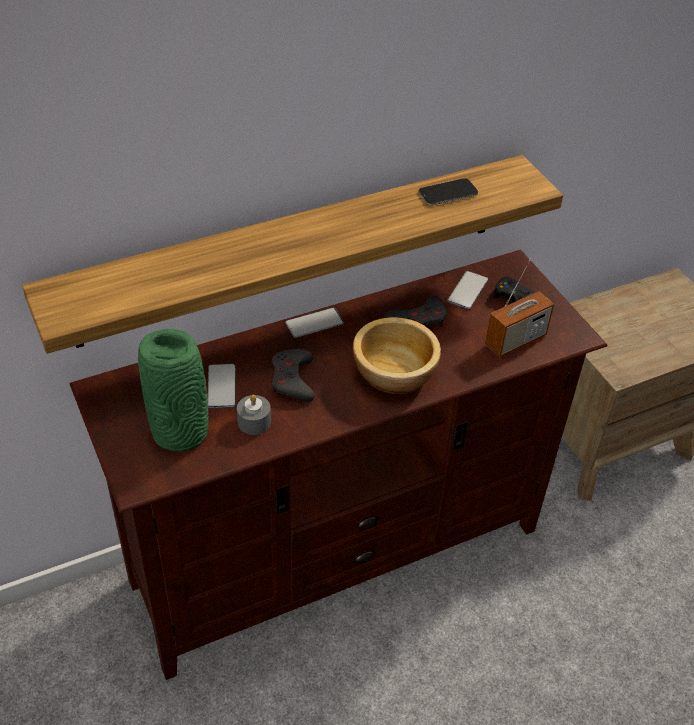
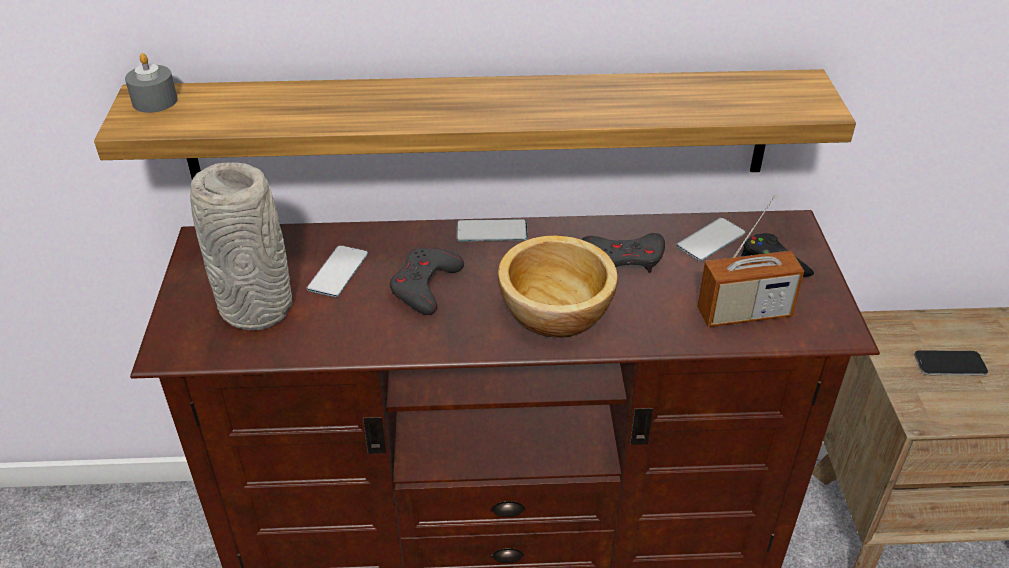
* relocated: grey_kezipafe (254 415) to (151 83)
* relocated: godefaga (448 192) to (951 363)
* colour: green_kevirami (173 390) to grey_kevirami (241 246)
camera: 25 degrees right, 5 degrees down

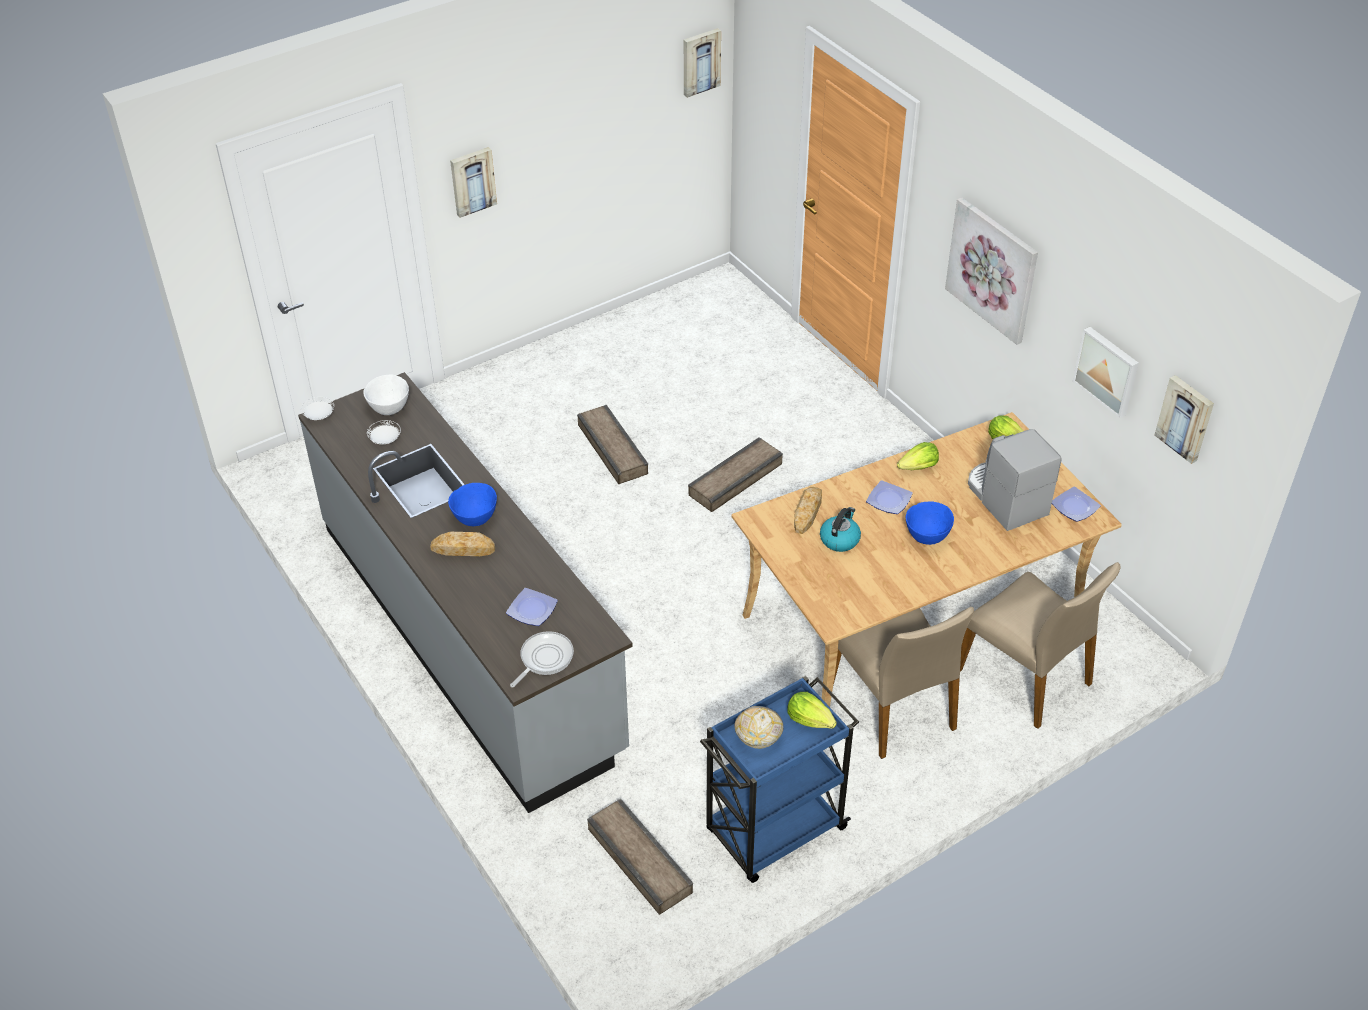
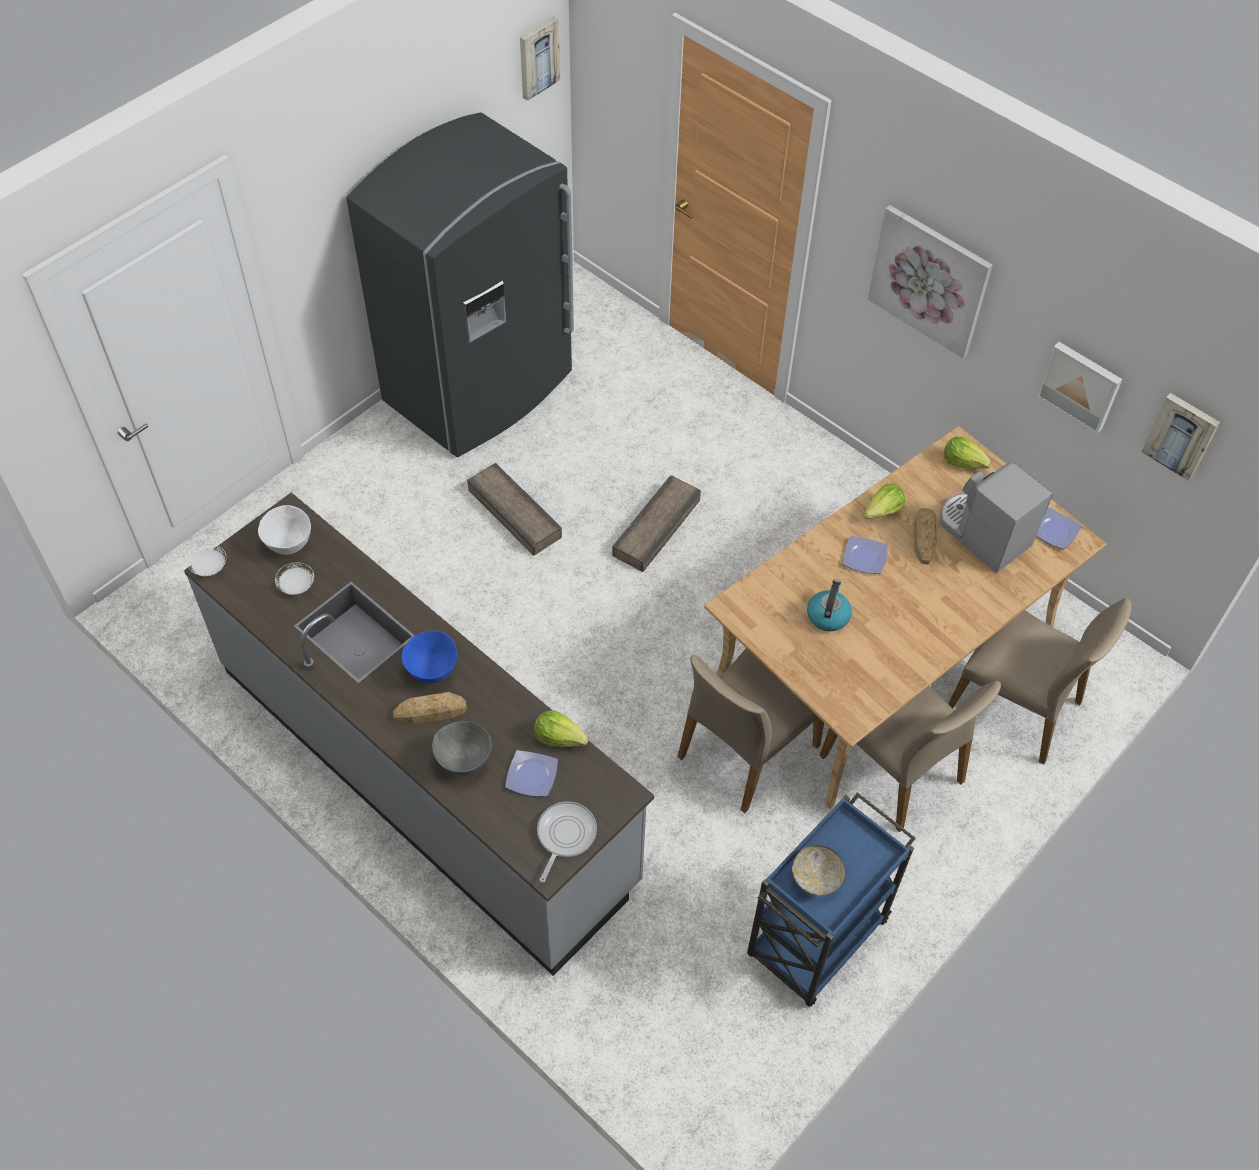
* missing: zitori (473 182)
* missing: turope (640 857)
* missing: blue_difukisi (930 523)
* appeared: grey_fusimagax (460 284)
* appeared: grey_difukisi (462 748)
* appeared: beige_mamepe (751 730)
* relocated: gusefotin (812 710) to (561 729)
* relocated: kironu (808 510) to (925 536)
camera: 15 degrees left, 10 degrees up

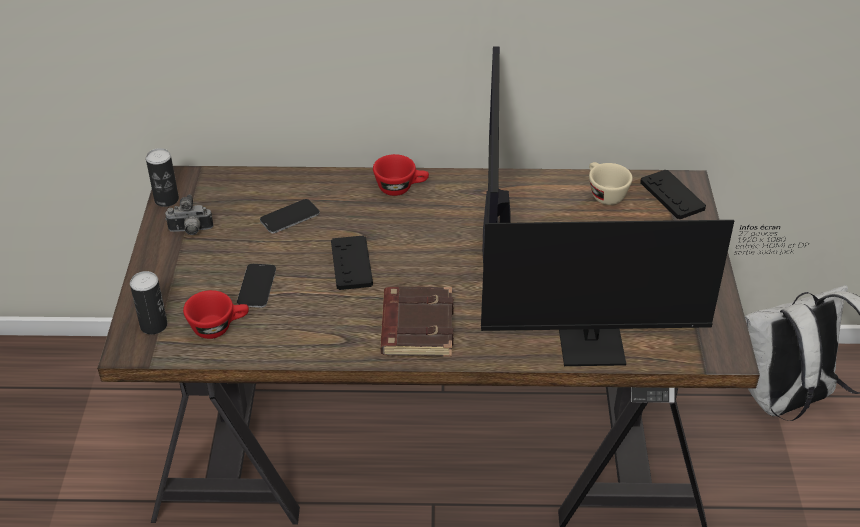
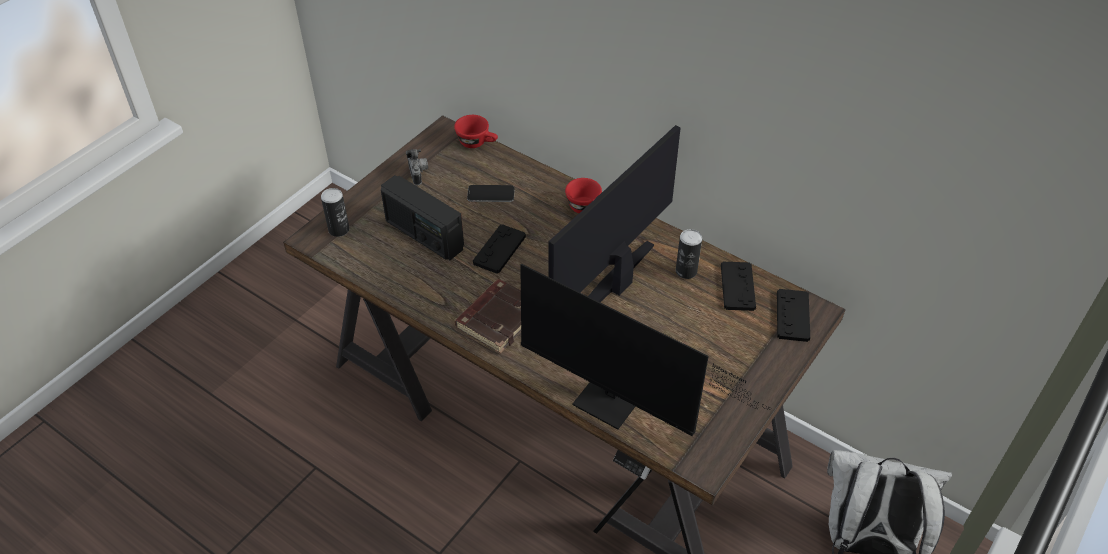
* relocated: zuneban (162 177) to (689 254)
* relocated: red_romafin (216 314) to (476 131)
* exchanged: godefaga (256 286) to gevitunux (422 217)
* exchanged: beige_romafin (611 183) to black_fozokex (738 286)
* spun: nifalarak (189 215) = (417 167) 135 degrees counterclockwise
camera: 35 degrees right, 5 degrees up

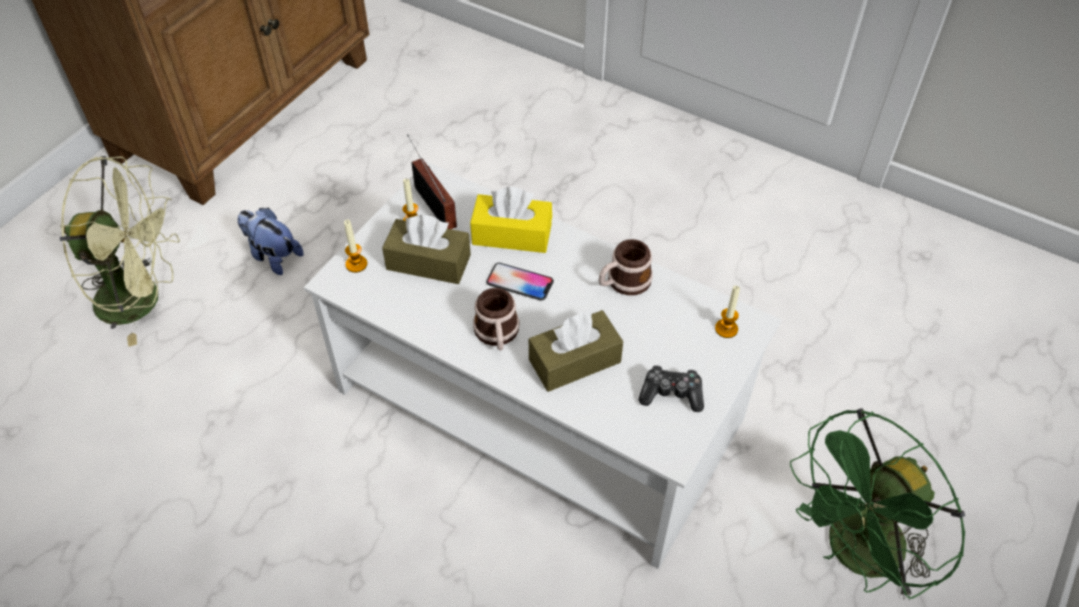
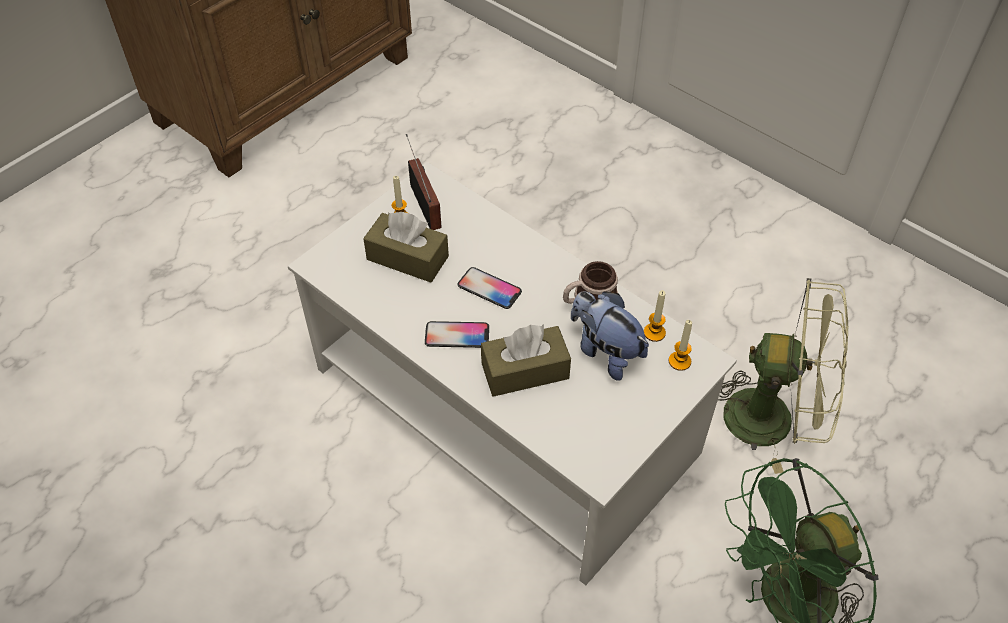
* missing: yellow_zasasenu (511 220)
* missing: fozokex (671 388)
* relocated: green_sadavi (120 251) to (783 376)
* relocated: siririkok (270 241) to (610 336)
* relocated: kezipafe (355 246) to (655 316)
* exchanged: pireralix (496 319) to godefaga (457 334)
camera: 10 degrees right, 0 degrees up

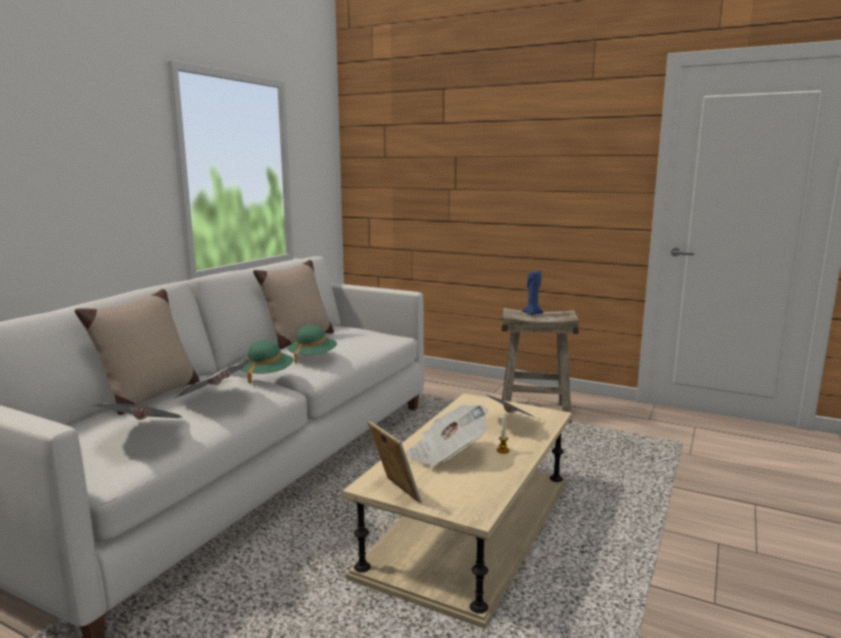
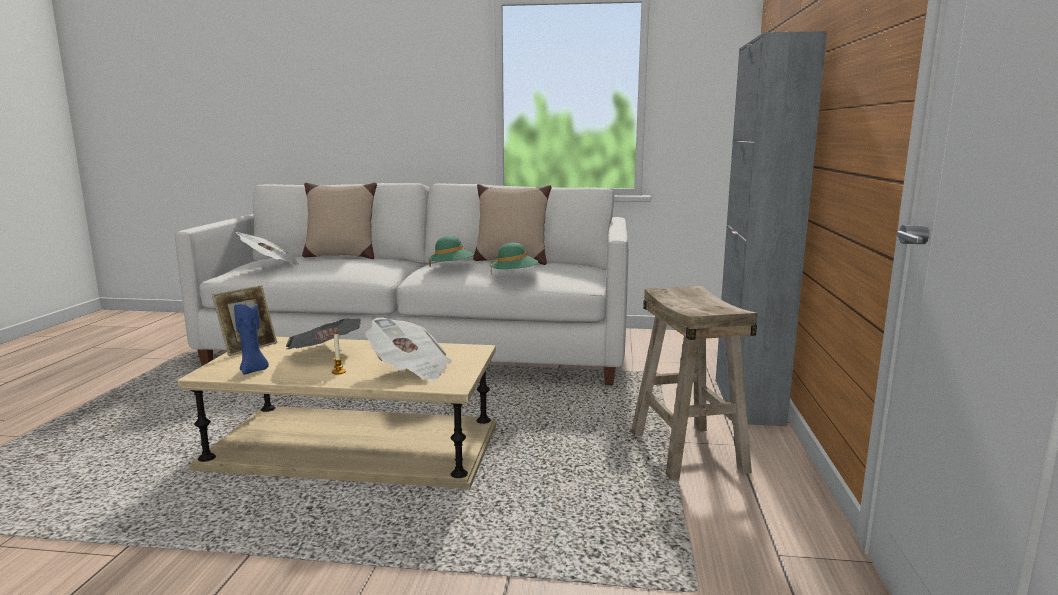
* missing: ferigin (214 378)
* appeared: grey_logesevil (771 228)
* relocated: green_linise (267 362) to (514 258)
* relocated: blue_kezipafe (533 292) to (251 337)
camera: 70 degrees right, 0 degrees up

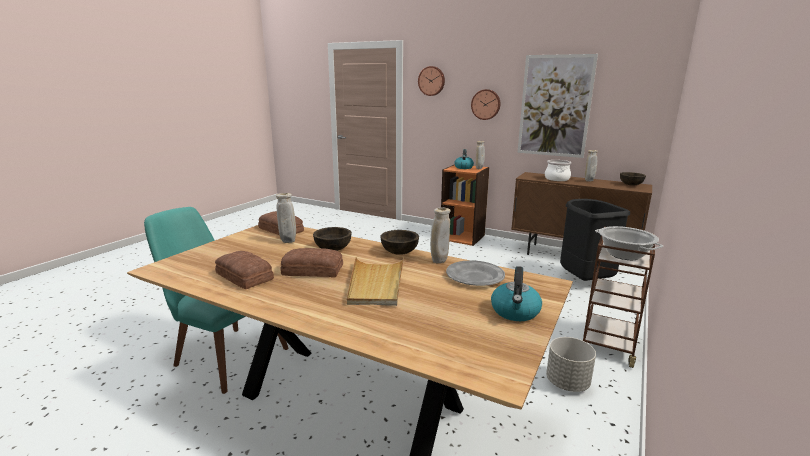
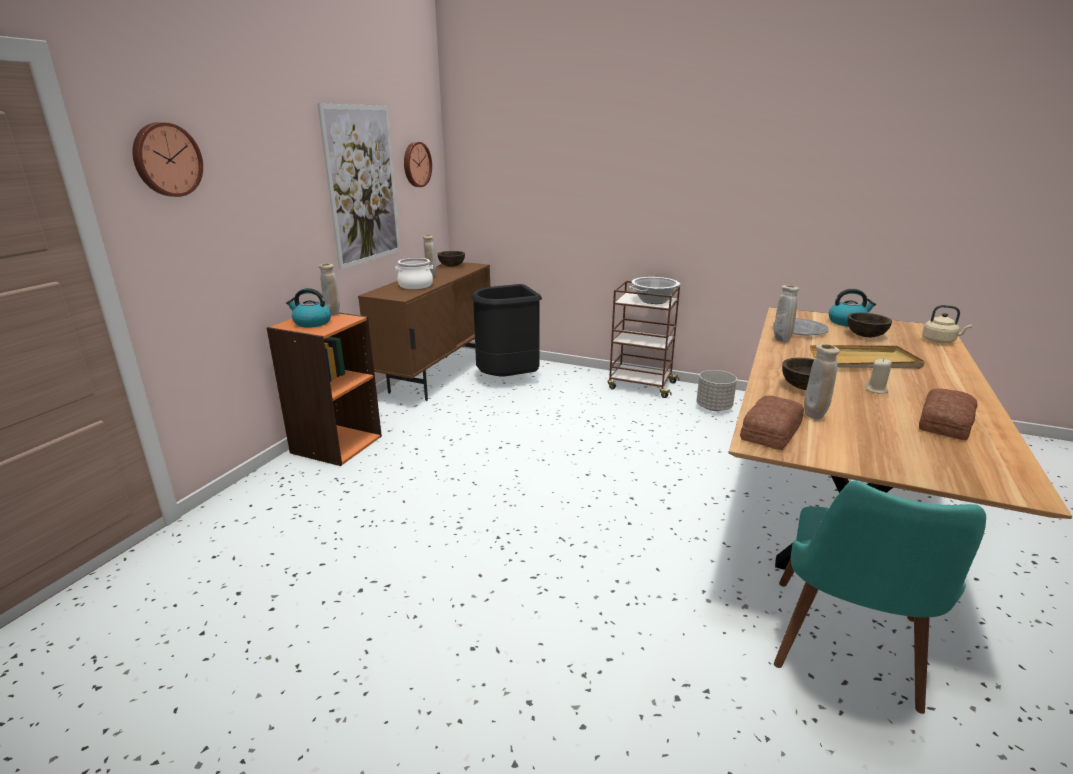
* appeared: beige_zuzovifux (947 324)
* relocated: brown_difukisi (399 242) to (869 325)
* relocated: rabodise (486 104) to (418 164)
* exchanged: kironu (311 263) to beige_kezipafe (878 376)
camera: 95 degrees left, 5 degrees up

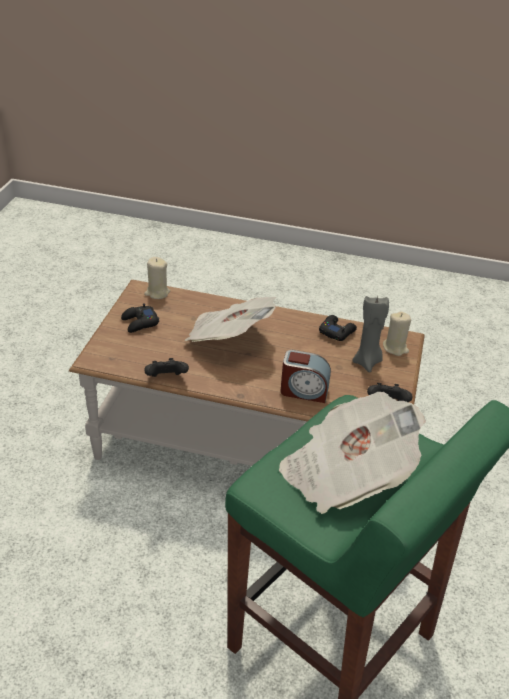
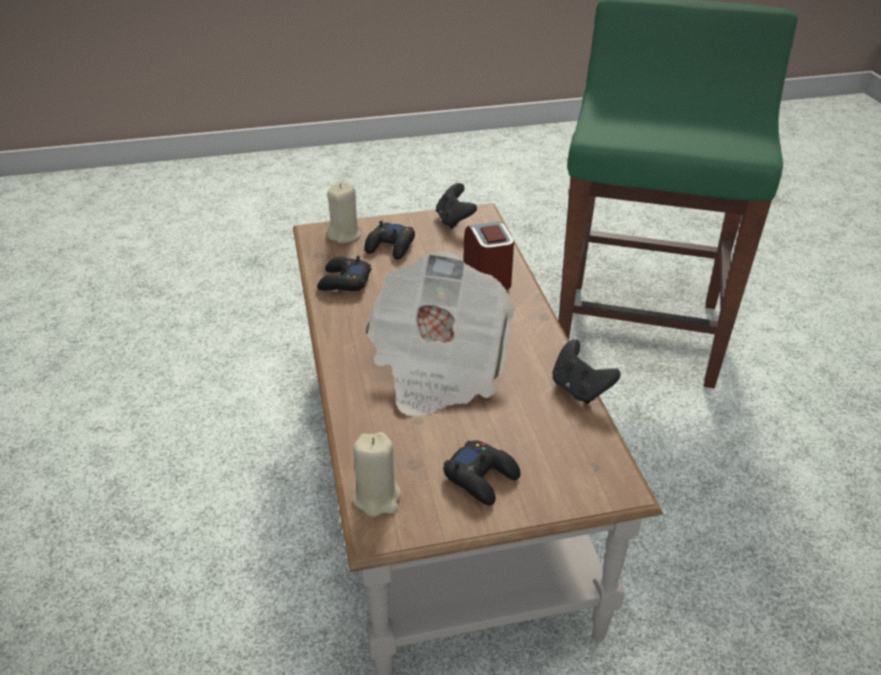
* missing: ferigin (352 453)
* exchanged: grey_kezipafe (371 334) to black_fozokex (389 240)
camera: 115 degrees left, 0 degrees up

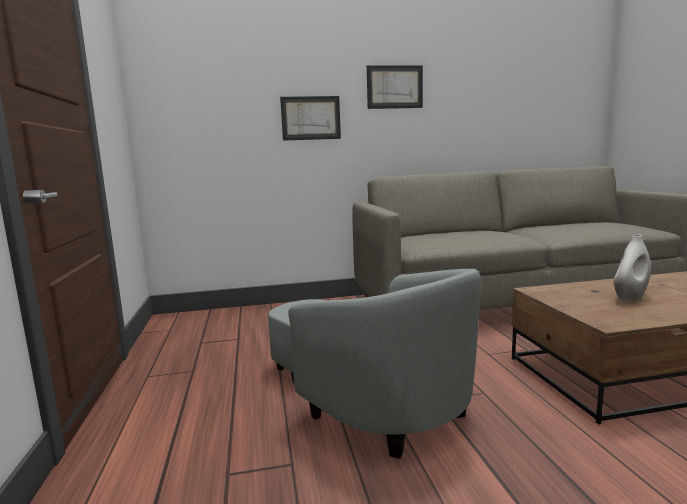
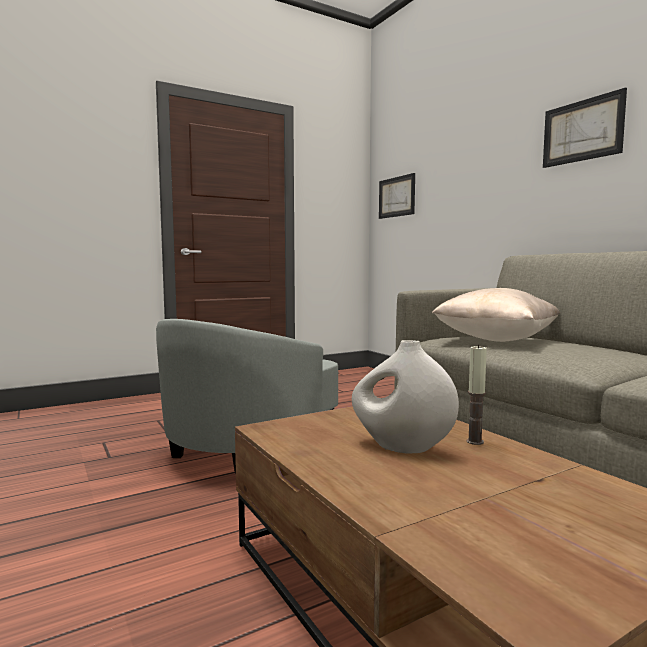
* appeared: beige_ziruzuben (496 315)
* appeared: kezipafe (476 395)
* relocated: zitori (310 118) to (397 196)
camera: 70 degrees right, 5 degrees down

